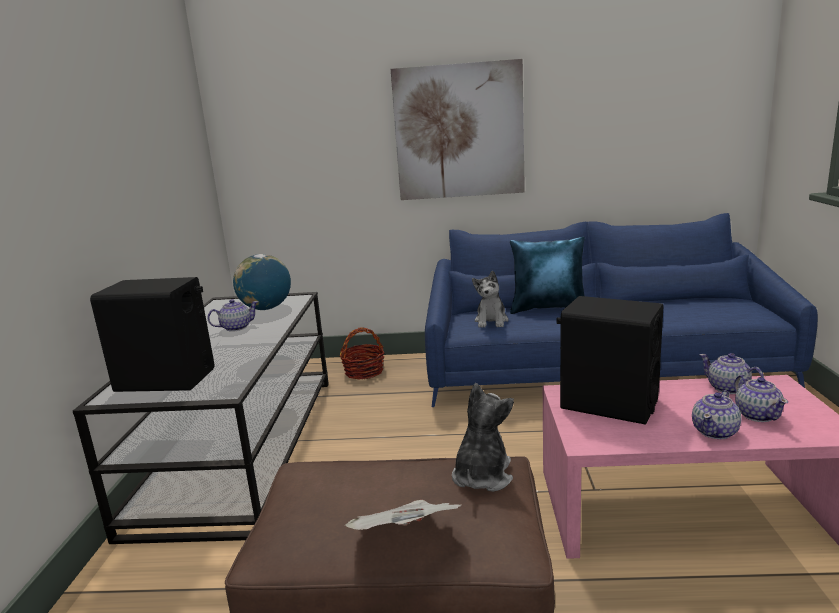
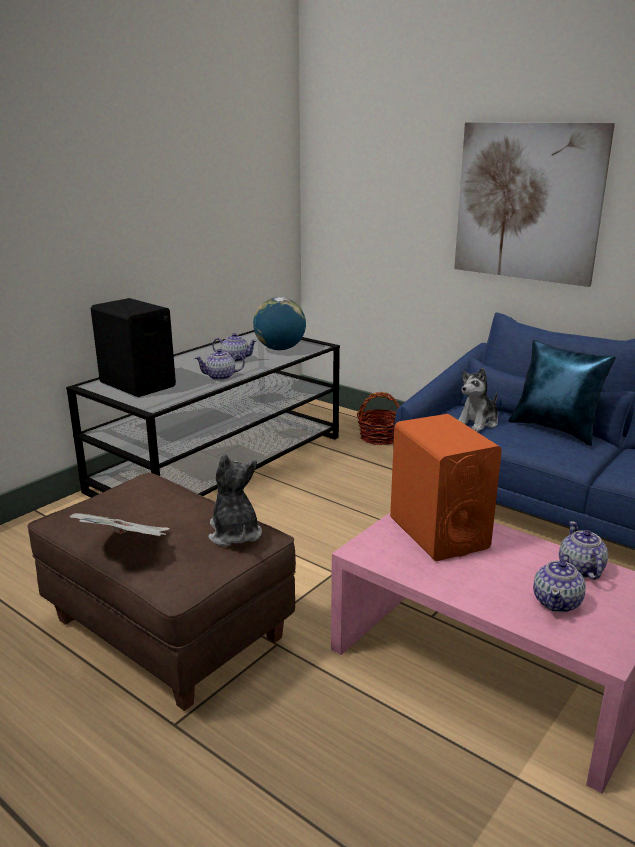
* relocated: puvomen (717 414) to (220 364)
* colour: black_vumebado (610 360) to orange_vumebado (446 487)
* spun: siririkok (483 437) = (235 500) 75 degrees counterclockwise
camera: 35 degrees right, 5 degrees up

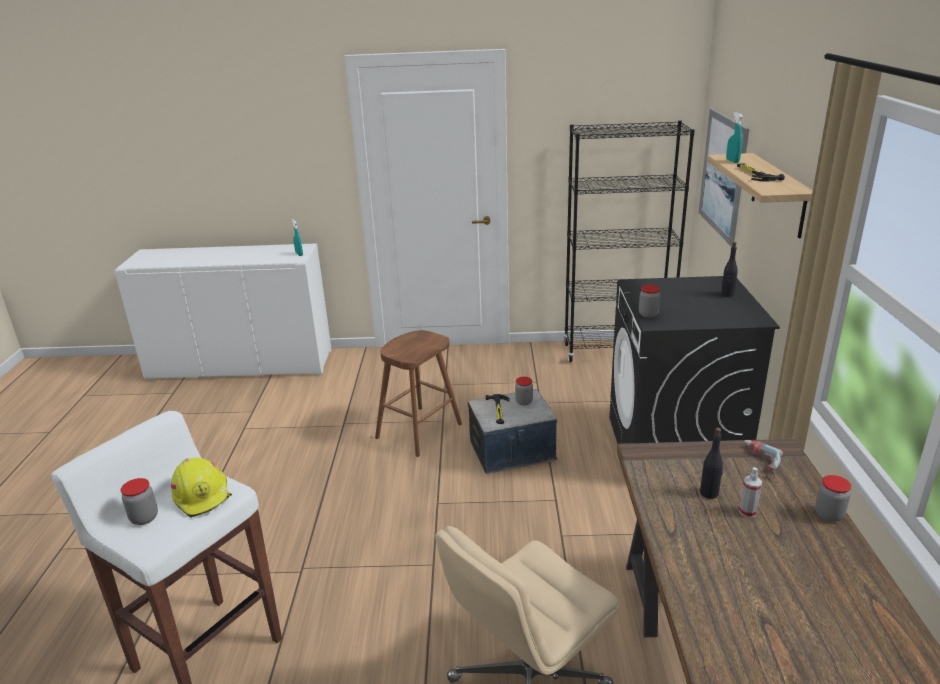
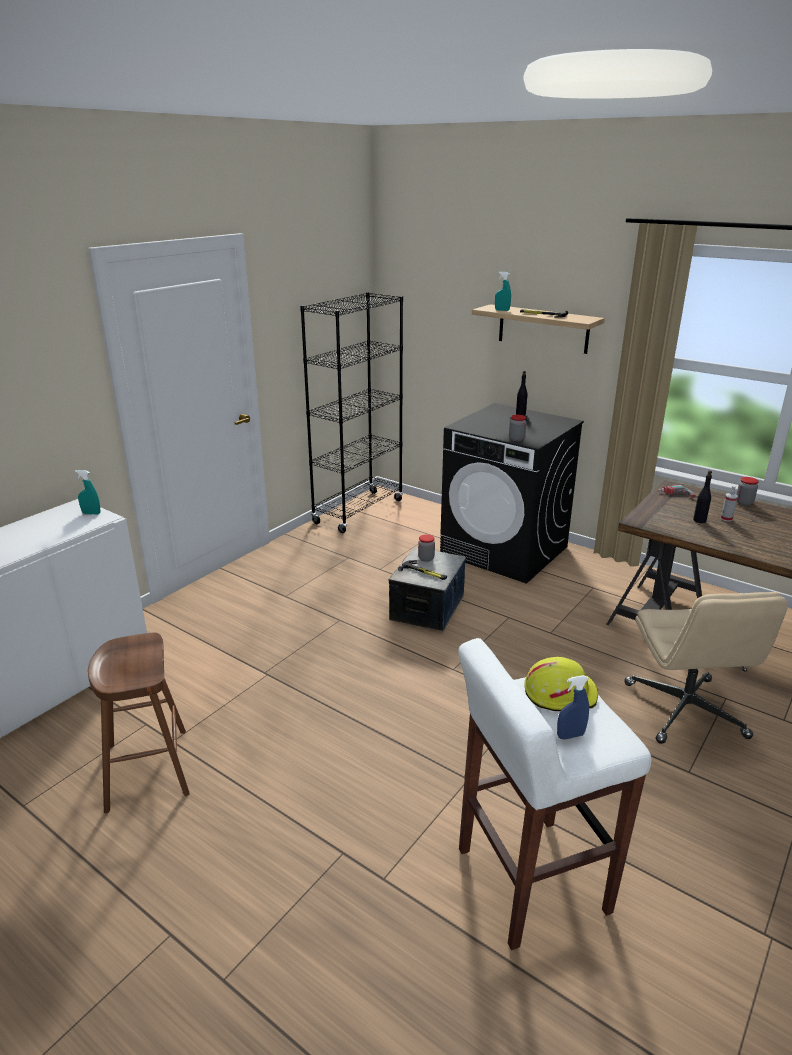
* missing: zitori (724 177)
* relocated: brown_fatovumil (418 393) to (139 723)
* exchanged: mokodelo (139 501) to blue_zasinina (573 707)
camera: 55 degrees left, 0 degrees up

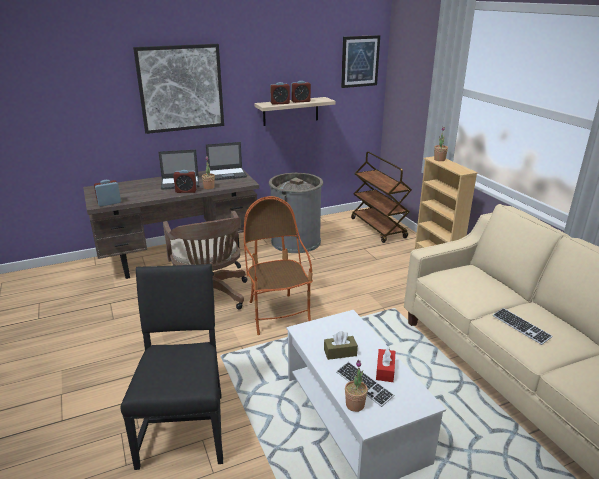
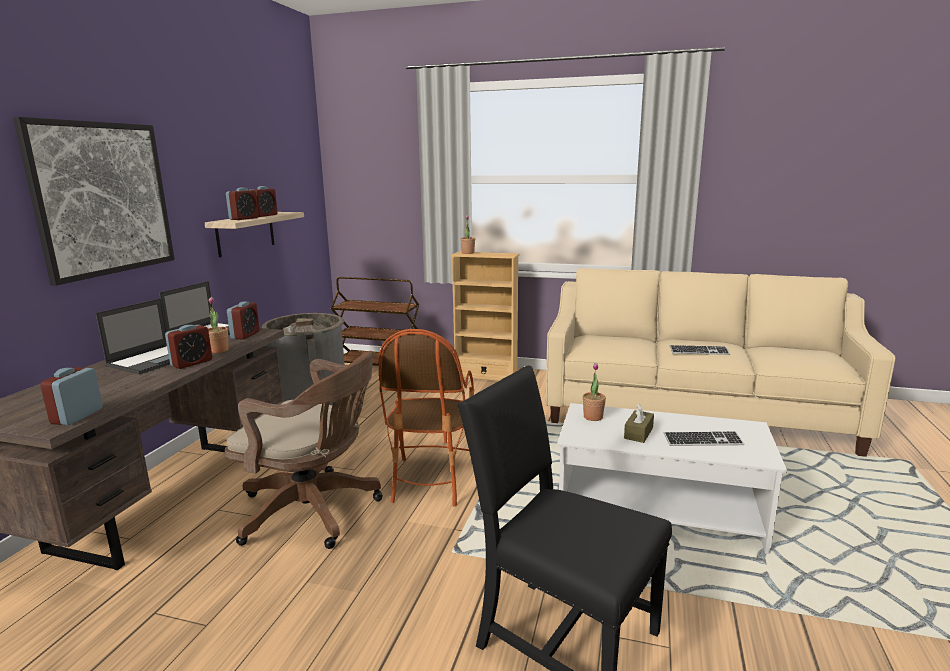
* missing: zitori (360 61)
* missing: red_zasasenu (385 364)
* appeared: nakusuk (243 321)
* relocated: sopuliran (356 386) to (594 392)
* spun: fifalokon (278 265) = (426 417) 105 degrees counterclockwise
camera: 50 degrees left, 10 degrees down

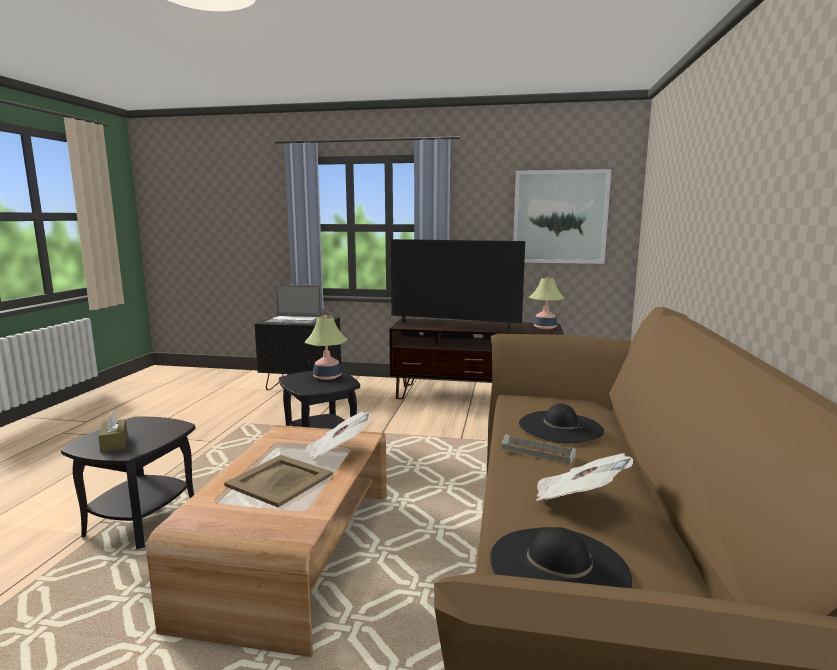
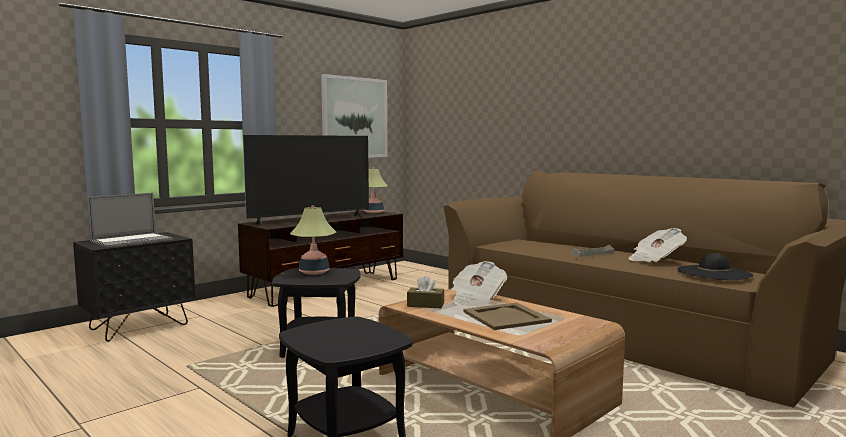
* missing: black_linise (561 423)
* relocated: brown_zasasenu (113 432) to (425 292)
camera: 55 degrees left, 5 degrees down

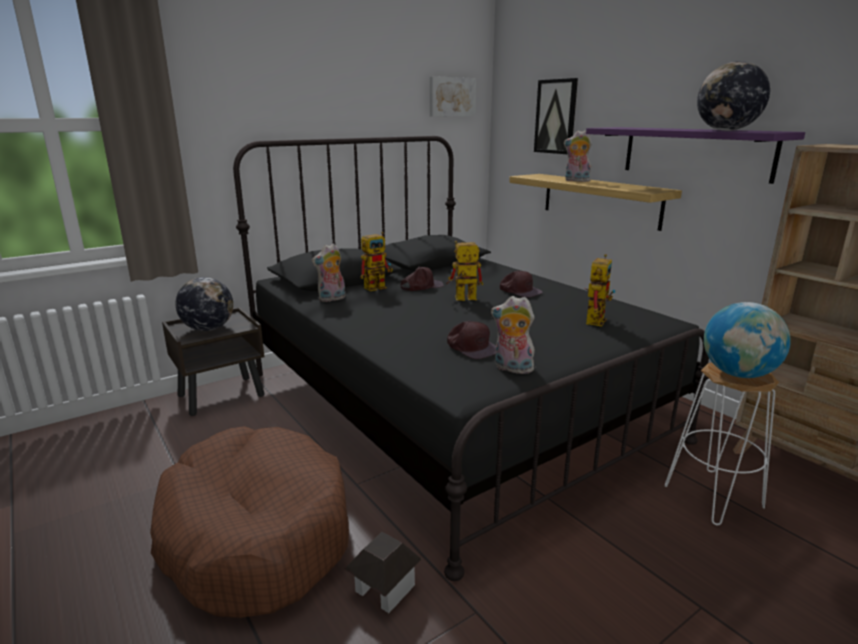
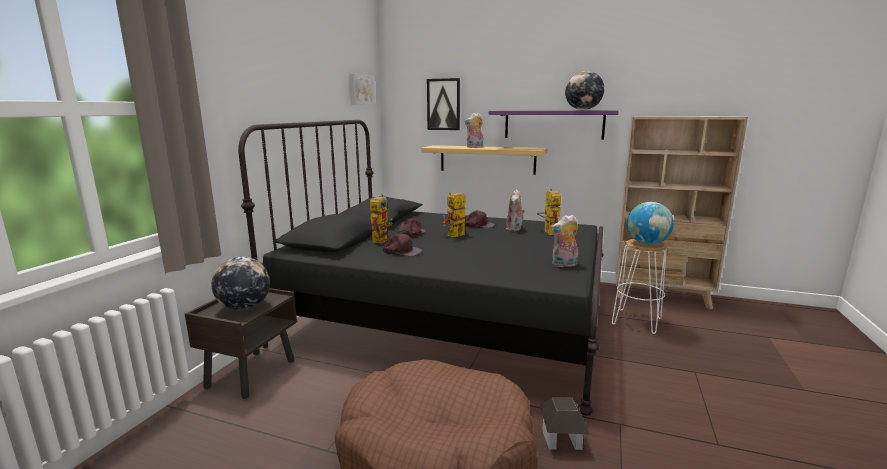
* relocated: siririkok (328 273) to (515 210)
* relocated: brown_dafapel (471 340) to (402 245)
camera: 35 degrees left, 5 degrees down

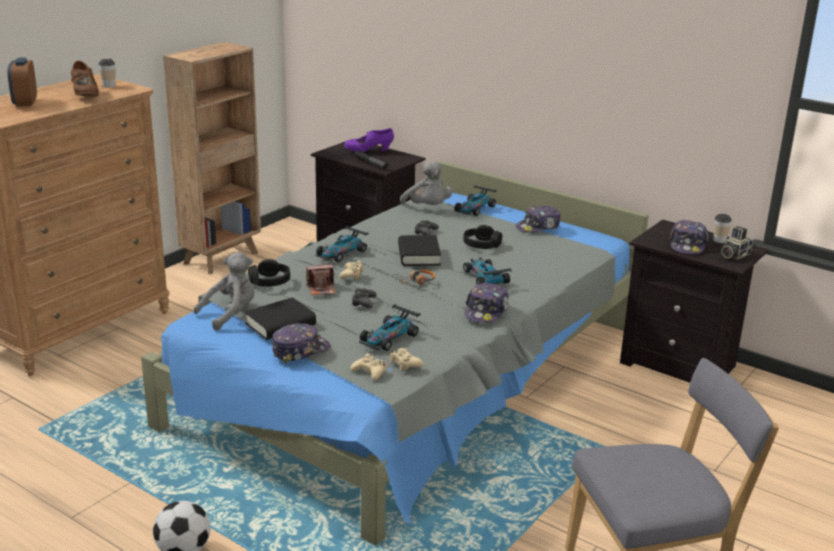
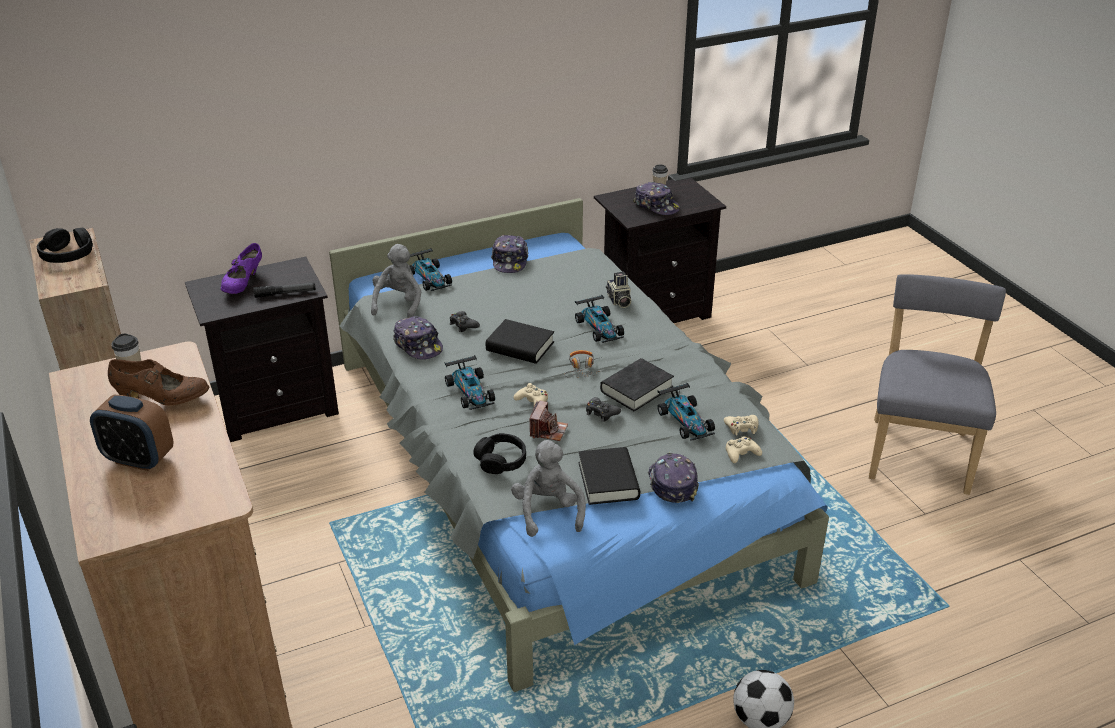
* appeared: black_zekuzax (637 385)
* relocated: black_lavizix (482 237) to (64 245)
* relocated: dafapel (486 302) to (418 338)
* relocated: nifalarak (737 242) to (618 290)
* spun: grey_siririkok (426 183) = (396 281) 75 degrees counterclockwise
* spun: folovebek (487 271) = (599 319) 120 degrees counterclockwise
camera: 60 degrees left, 10 degrees up

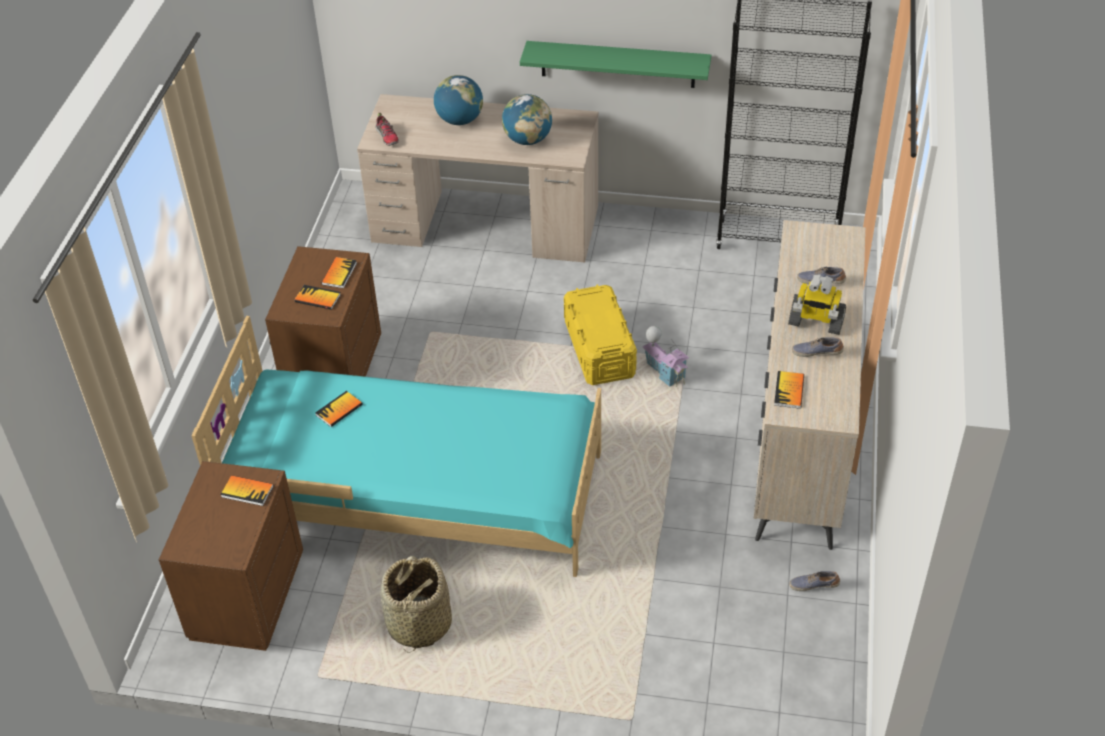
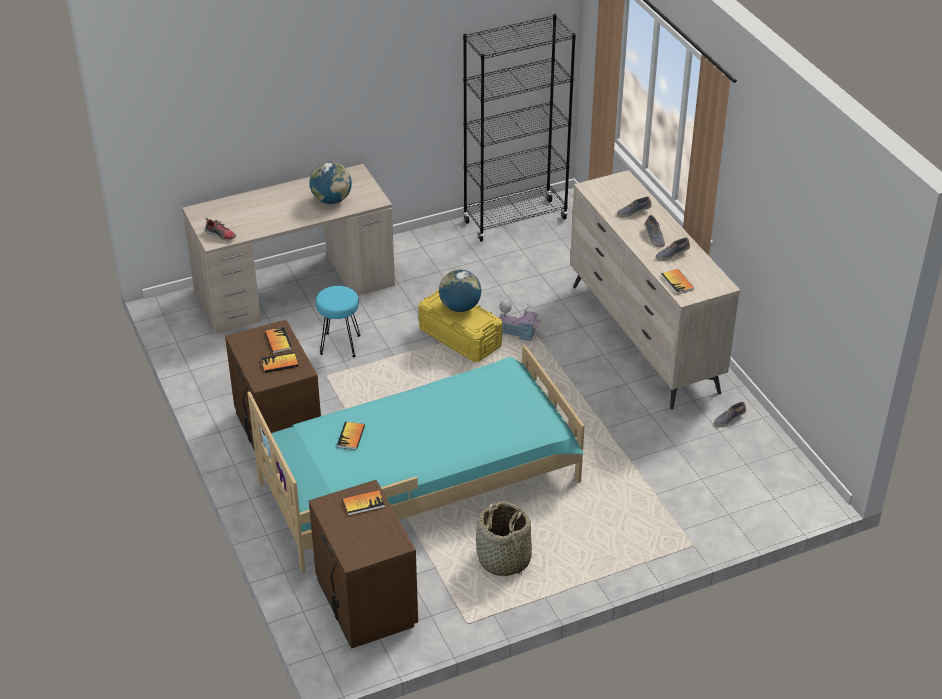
* missing: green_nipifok (615 64)
* appeared: turquoise_fatovumil (338 321)
* relocated: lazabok (458 100) to (460 291)
* exchanged: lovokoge (817 304) to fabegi (655 231)
camera: 35 degrees left, 5 degrees down

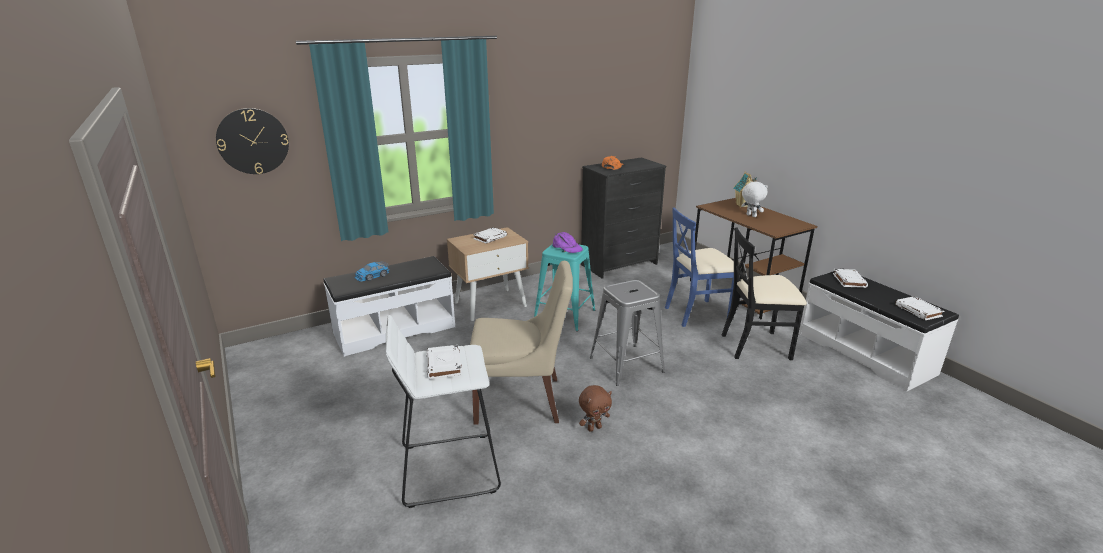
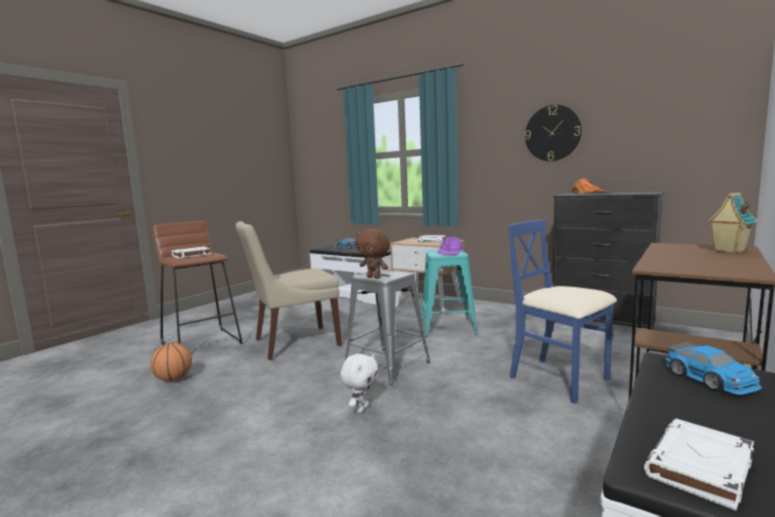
* missing: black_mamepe (764 294)
* appeared: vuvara (171 362)
* relocated: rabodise (252 141) to (553 133)
* relocated: brown_siririkok (595 408) to (373 254)
* relocated: white_siririkok (754 199) to (359 383)
* exchanged: white_zekuzax (850 278) to folovebek (714 369)
* colour: white_fatovumil (443 411) to brown_fatovumil (197 283)
* spun: beige_mamepe (521 343) = (289 290) 90 degrees clockwise
camera: 65 degrees right, 15 degrees down

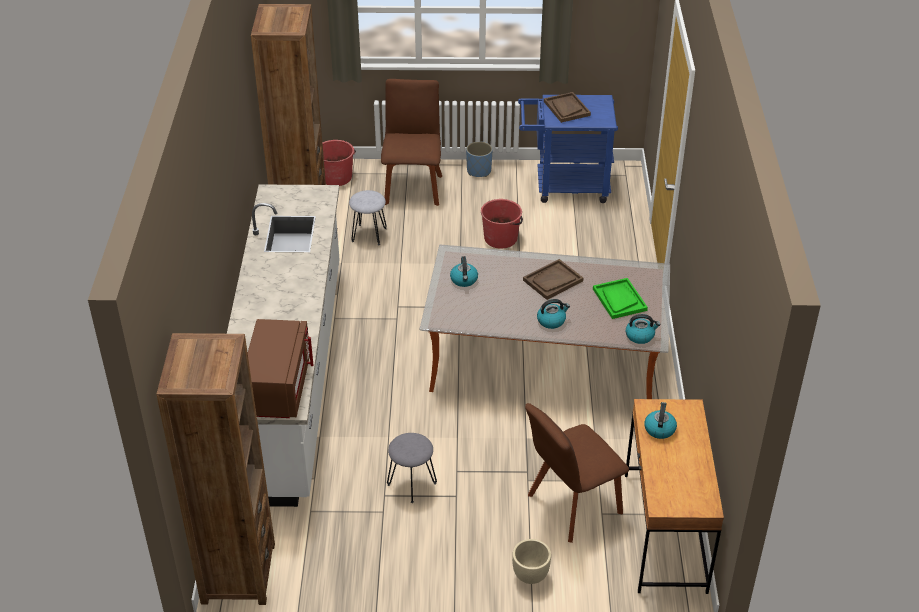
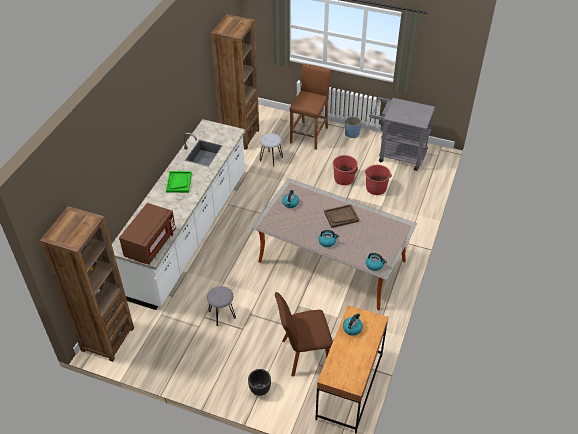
* missing: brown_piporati (567 107)
* relocated: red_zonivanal (339 163) to (378 180)
* relocated: green_piporati (620 298) to (179 182)
* exchanged: brown_mamepe (411 142) to brown_fatovumil (310 107)
* colour: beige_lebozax (531 561) to black_lebozax (259 382)
* colour: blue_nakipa (568 149) to grey_nakipa (402 134)
camera: 20 degrees right, 5 degrees up

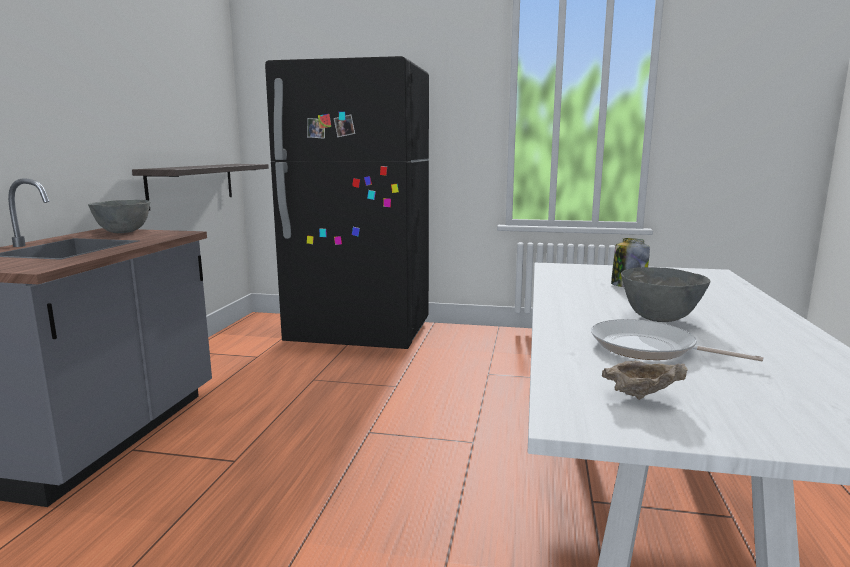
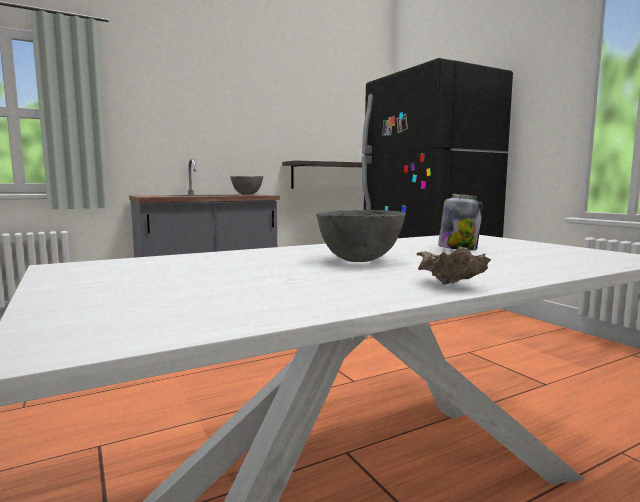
* missing: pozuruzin (677 340)
* relocated: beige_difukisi (645 380) to (453 266)
camera: 50 degrees right, 5 degrees down

